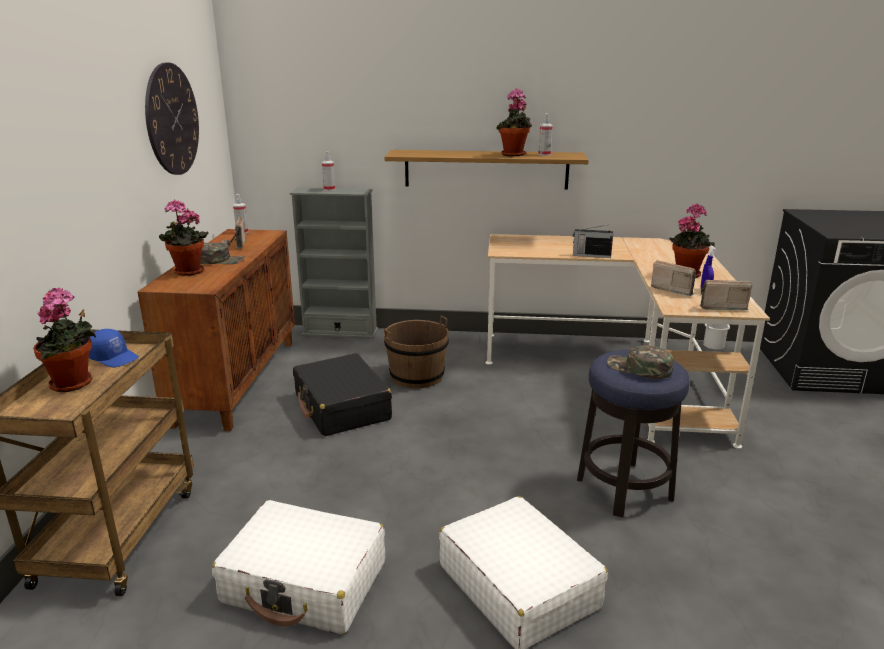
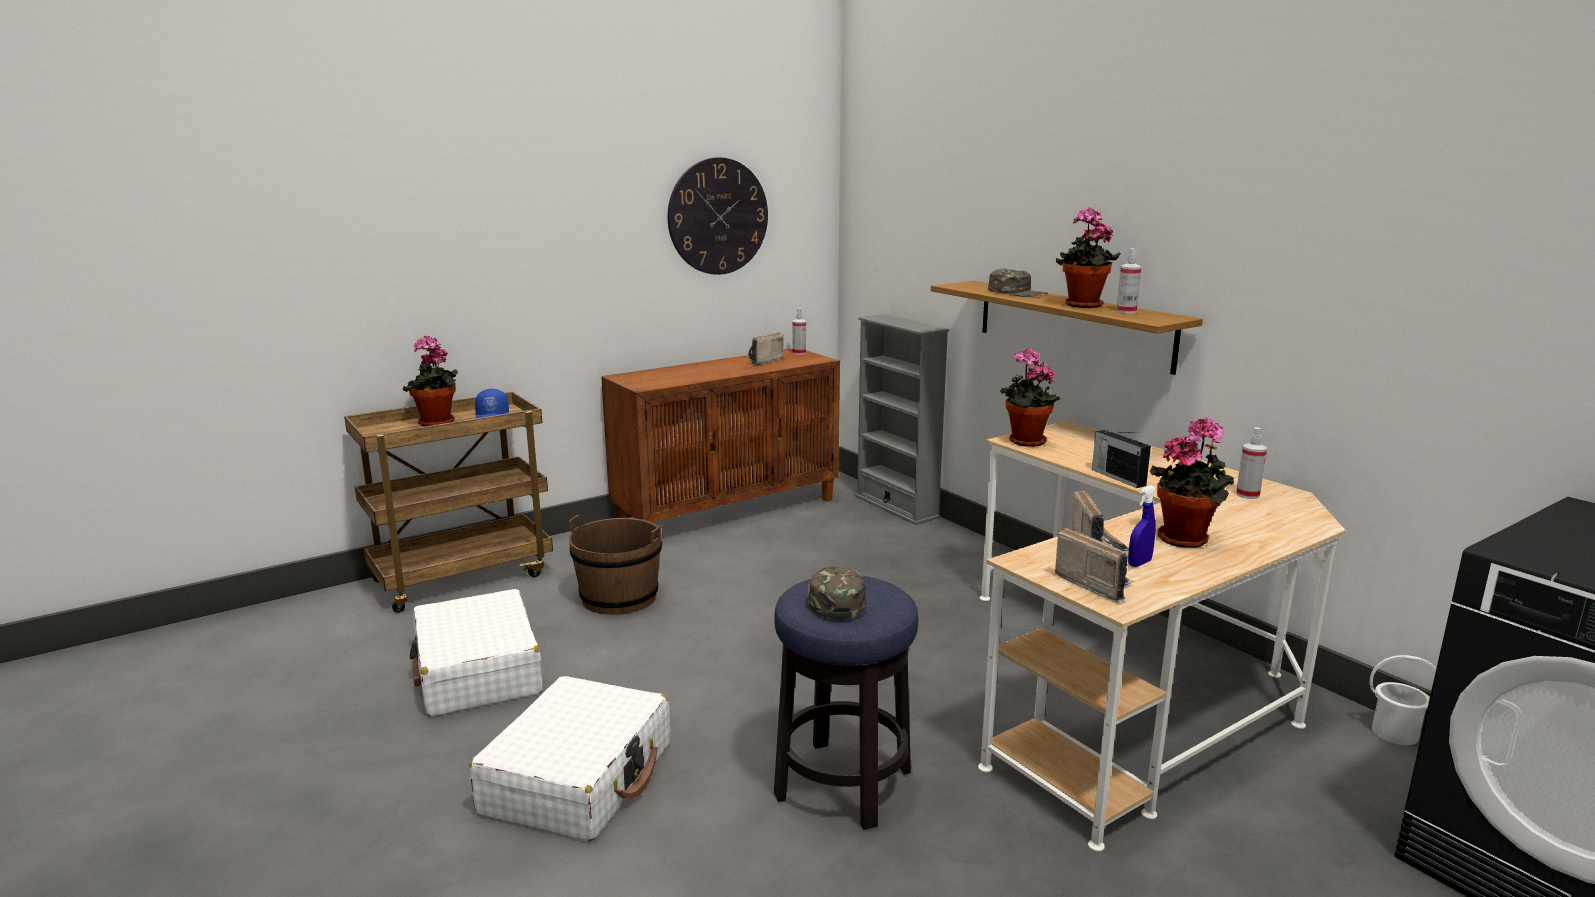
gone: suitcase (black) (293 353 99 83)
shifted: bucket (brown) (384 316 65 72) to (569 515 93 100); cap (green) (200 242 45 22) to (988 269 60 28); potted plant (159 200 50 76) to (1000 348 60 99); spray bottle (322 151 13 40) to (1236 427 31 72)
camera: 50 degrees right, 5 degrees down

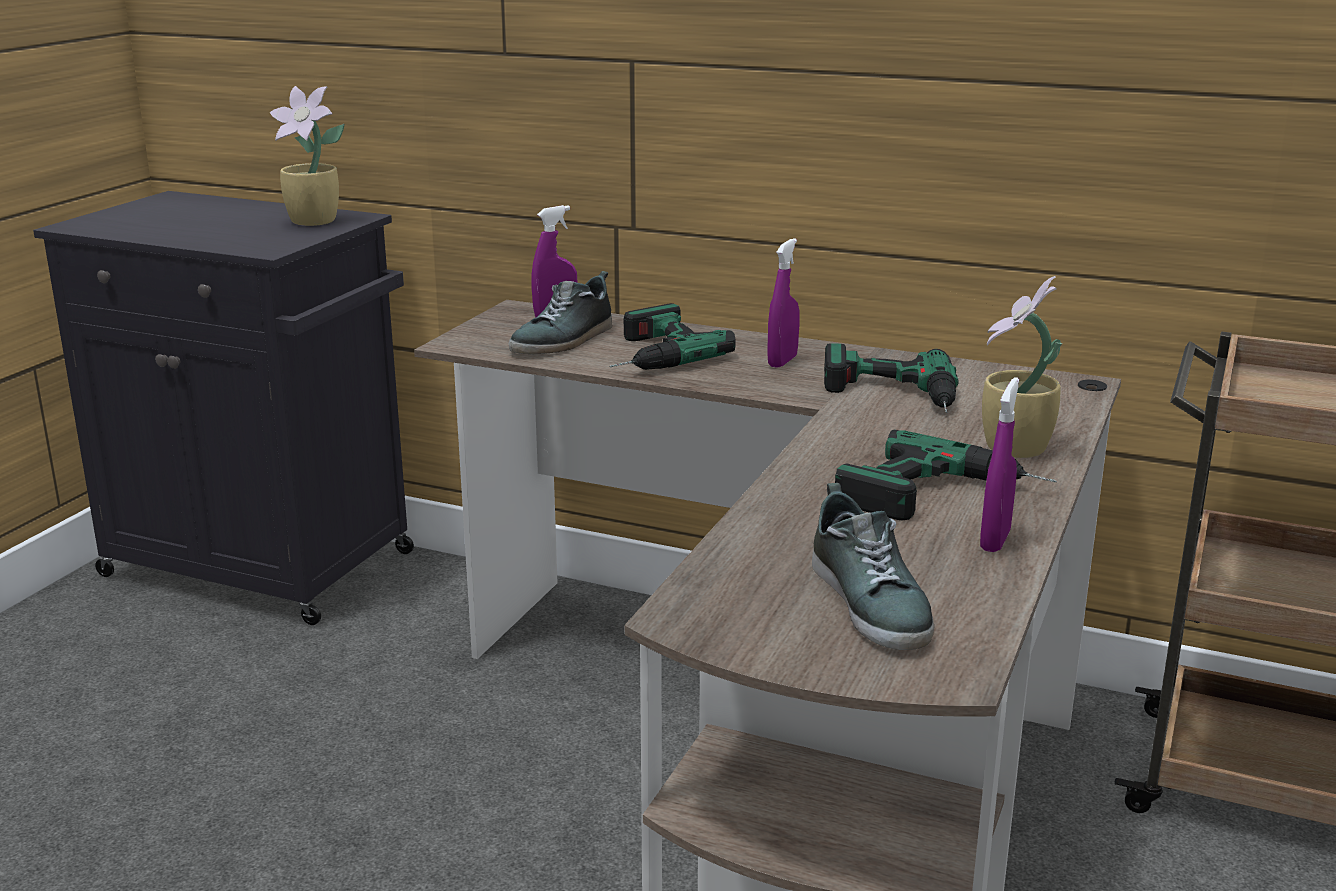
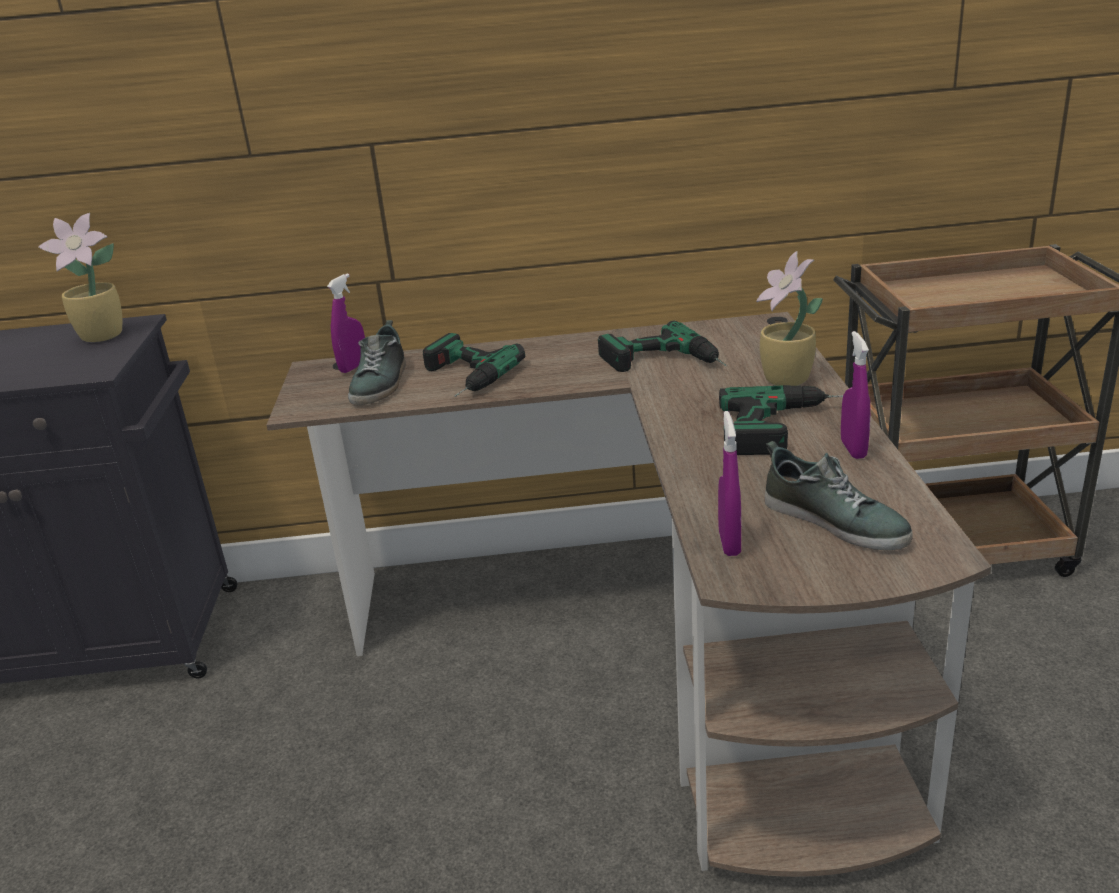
shifted: spray bottle (purple) (767 238 33 130) to (718 411 23 145)
camera: 25 degrees left, 5 degrees up

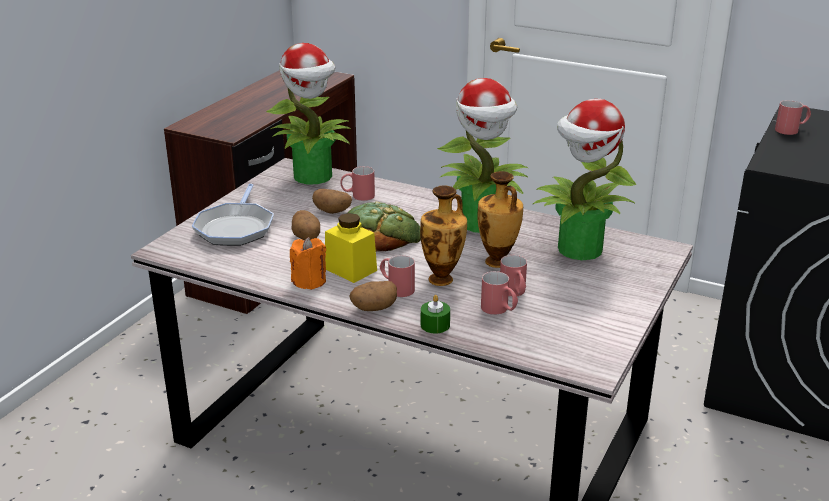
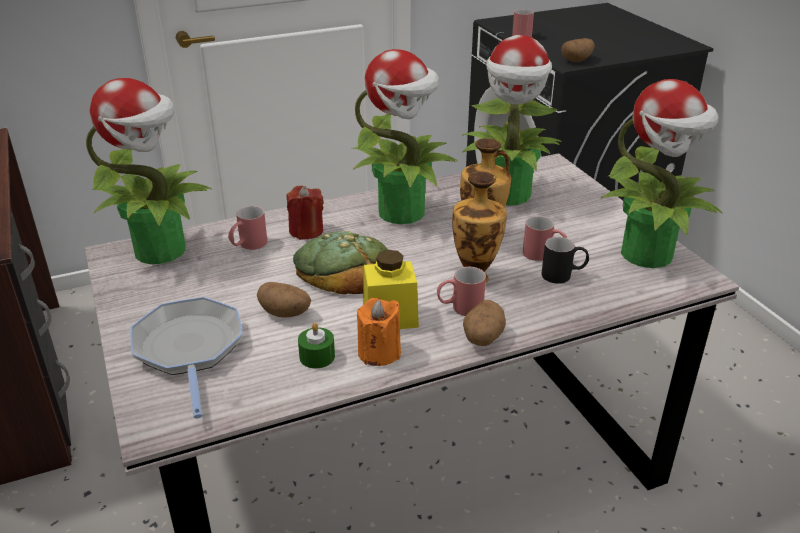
new: candle (red) (287 186 36 54); potted plant (601 79 122 189)
shifted: candle (green) (421 295 29 39) to (298 323 37 45); potato (312 189 40 25) to (561 38 34 24)
repainted: mug (red) (481 271 37 44) to mug (black) (541 237 48 47)
rotated: frying pan (192 184 82 62) = (130 297 113 122) 150 degrees counterclockwise
camera: 50 degrees left, 5 degrees up

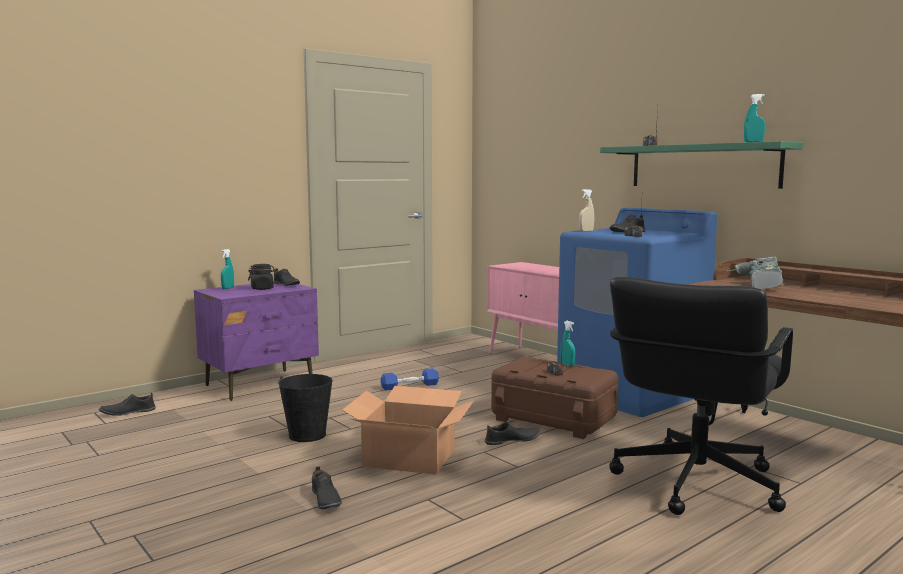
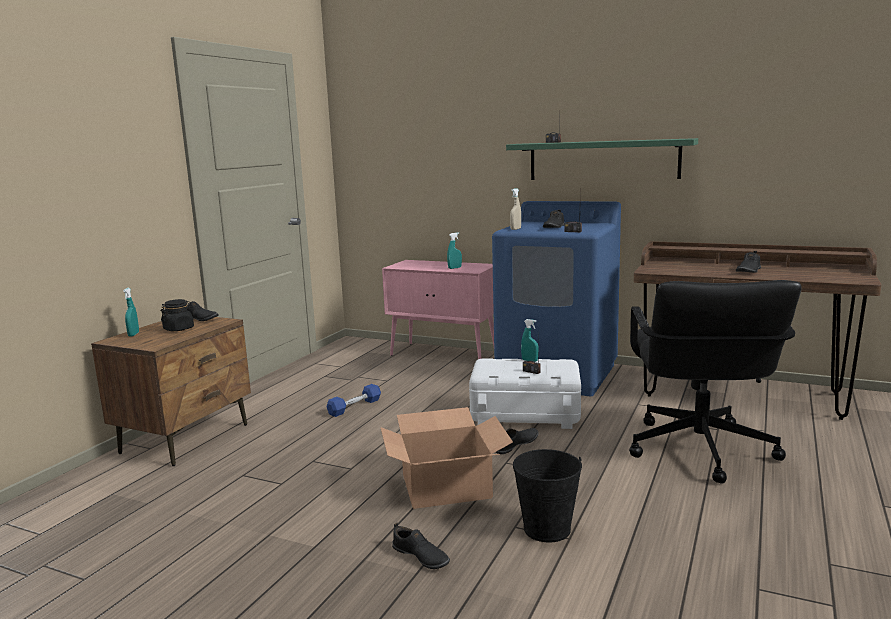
gone: power drill (727 256 56 34)
shifted: spray bottle (turquoise) (744 94 21 48) to (447 233 15 36); bucket (black) (278 374 55 68) to (513 449 69 93); shoe (black) (99 393 57 23) to (736 251 25 22)
repainted: nightstand (purple) (194 282 125 119) to nightstand (brown) (91 317 160 149); storage box (brown) (491 357 127 82) to storage box (white) (469 358 112 71)
camera: 25 degrees left, 5 degrees up

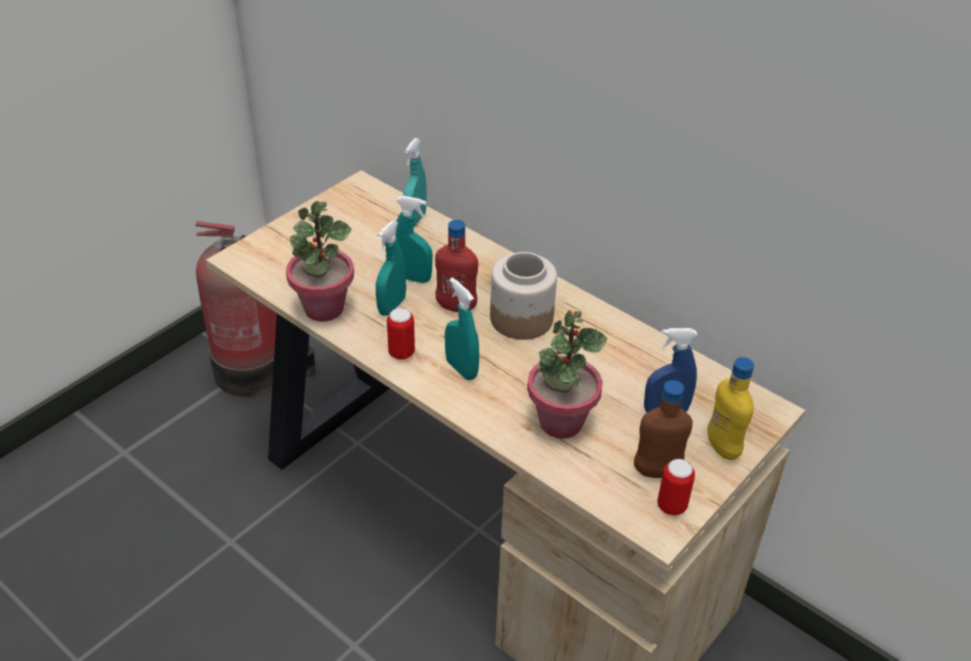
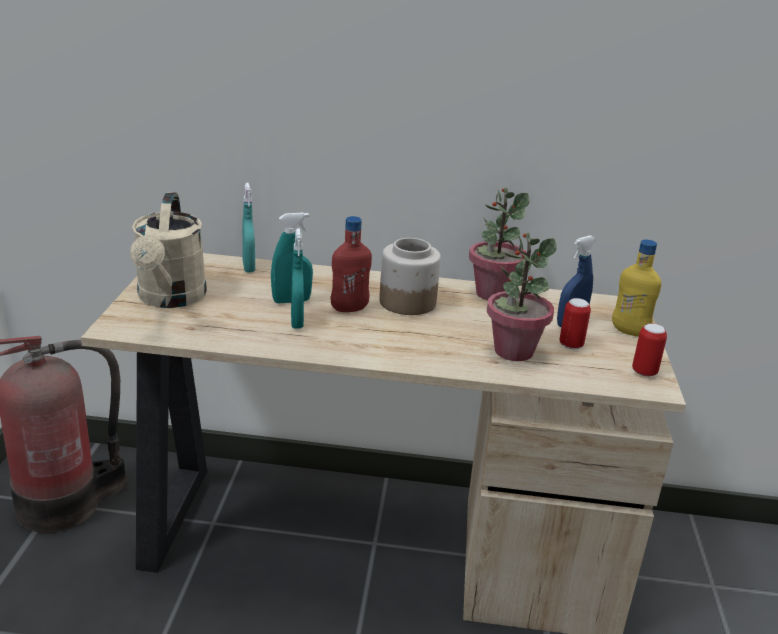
gone: spray bottle (turquoise) (445 278 34 102); bottle (brown) (634 380 59 98)
new: watering can (beige) (130 192 77 116)
shifted: potted plant (286 201 68 120) to (469 188 60 112); can (387 308 28 52) to (559 298 32 51)
camera: 35 degrees left, 15 degrees down

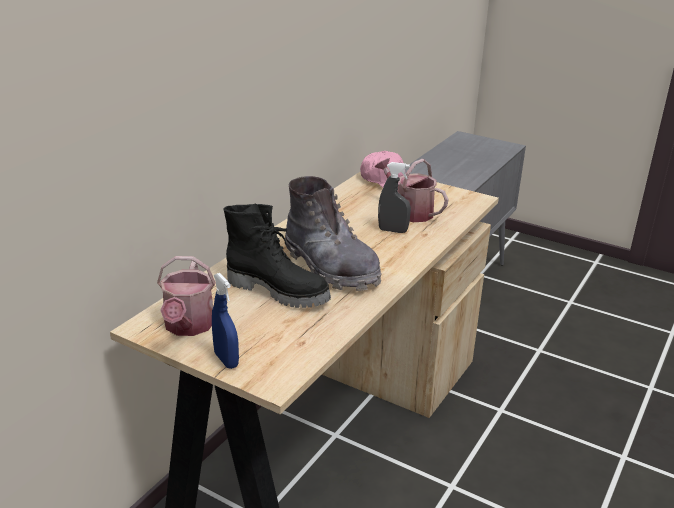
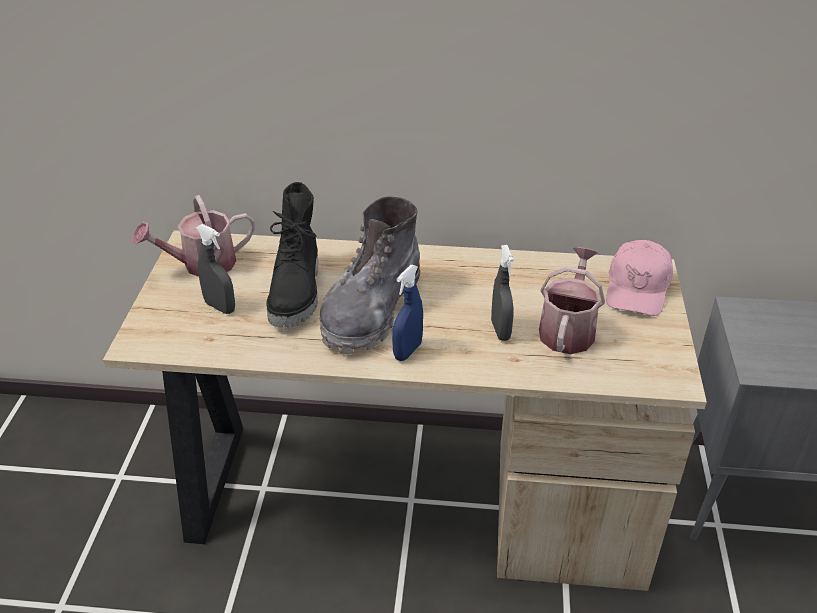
new: spray bottle (grey) (196 224 39 90)
shifted: spray bottle (blue) (212 273 27 96) to (392 265 31 96)
camera: 65 degrees right, 10 degrees up

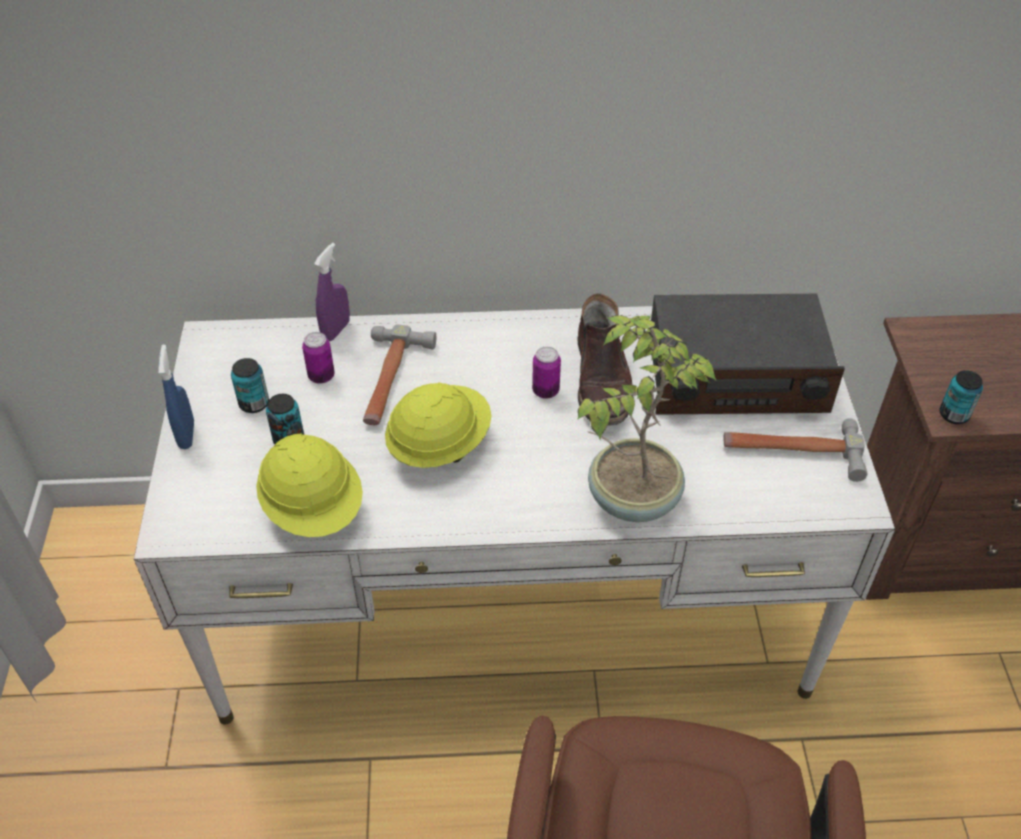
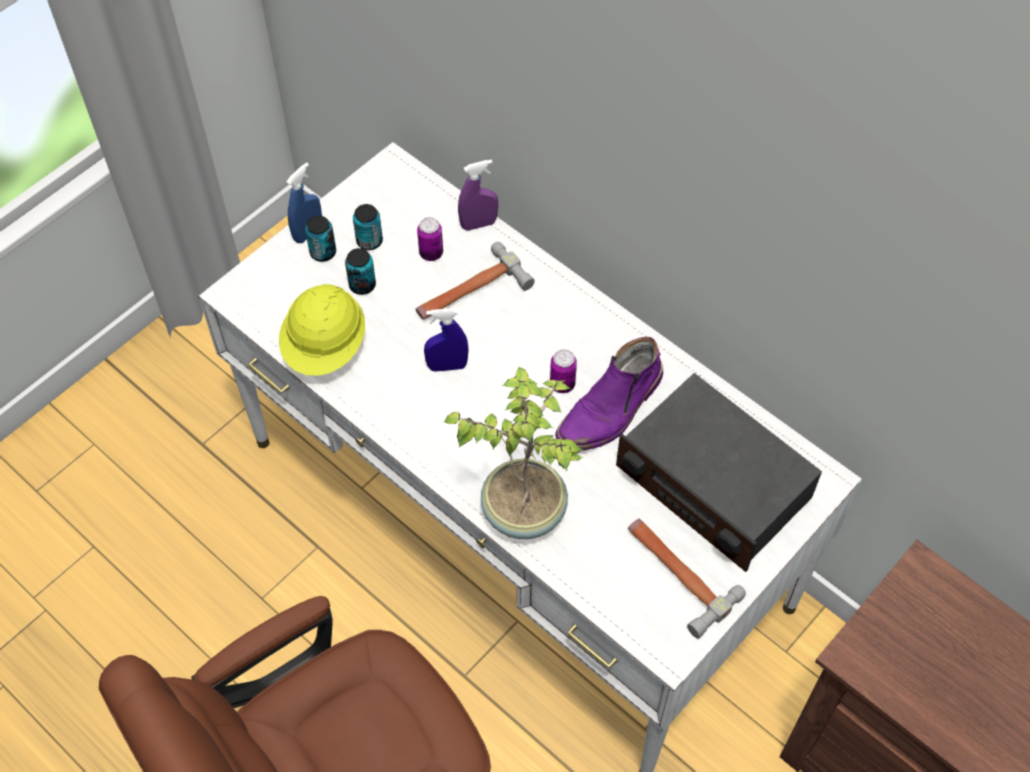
shifted: can (939 370 44 54) to (305 216 31 46)
swapped: hard hat (yellow) (385 382 106 86) to spray bottle (blue) (424 308 45 64)
repainted: boot (brown) (578 293 54 133) to boot (purple) (555 337 108 114)
camera: 45 degrees right, 10 degrees up

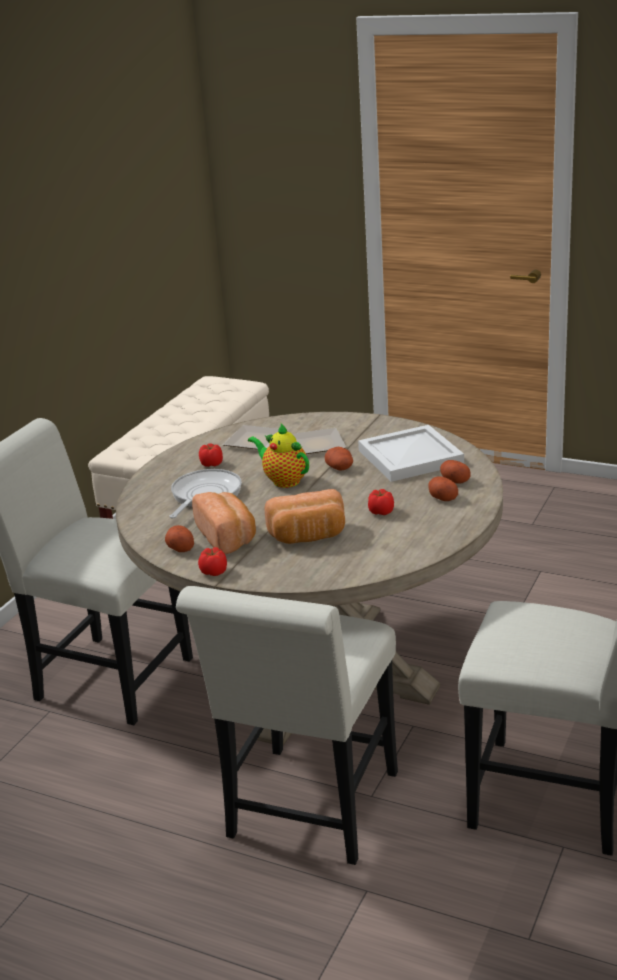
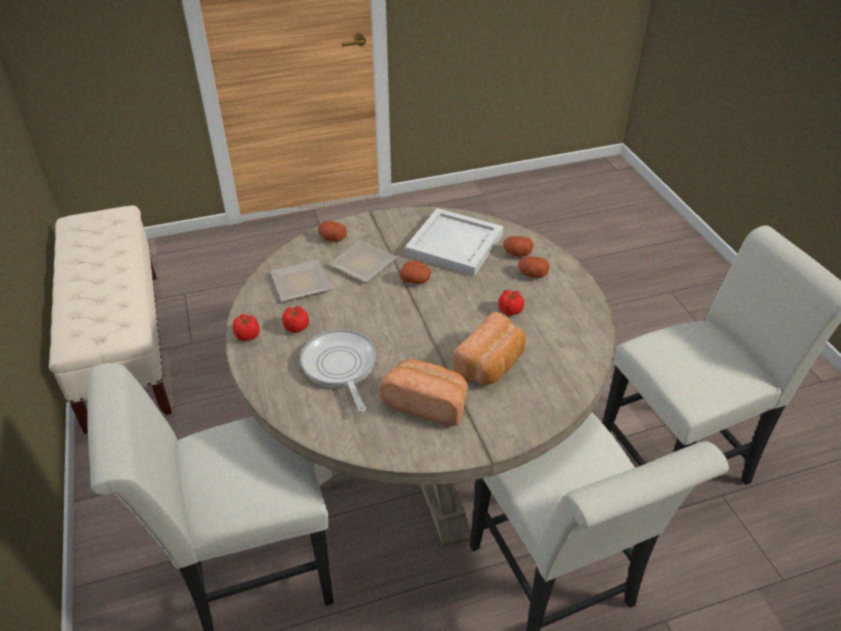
gone: teapot (248 424 61 64)
shifted: tomato (198 547 29 29) to (233 314 26 27); potato (165 525 29 27) to (318 221 29 21)
camera: 45 degrees left, 15 degrees up

